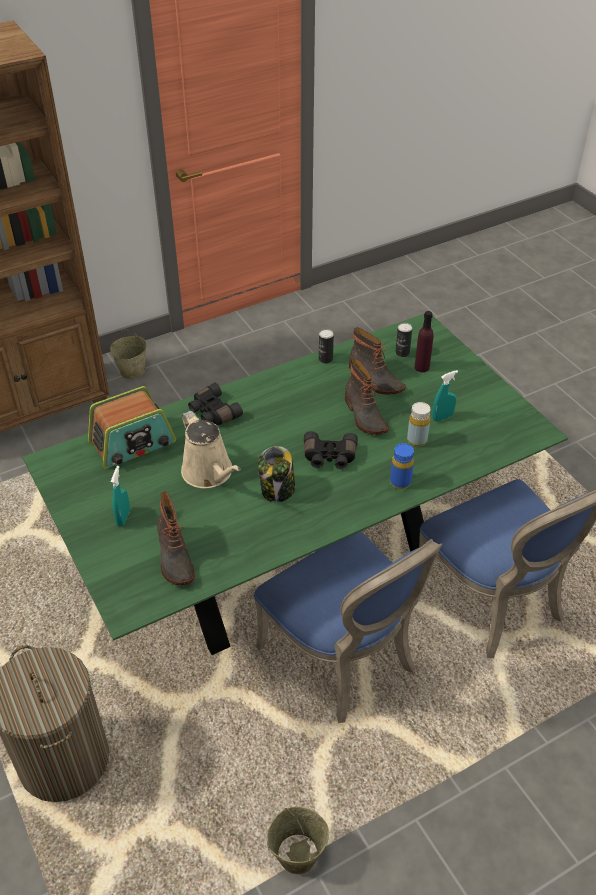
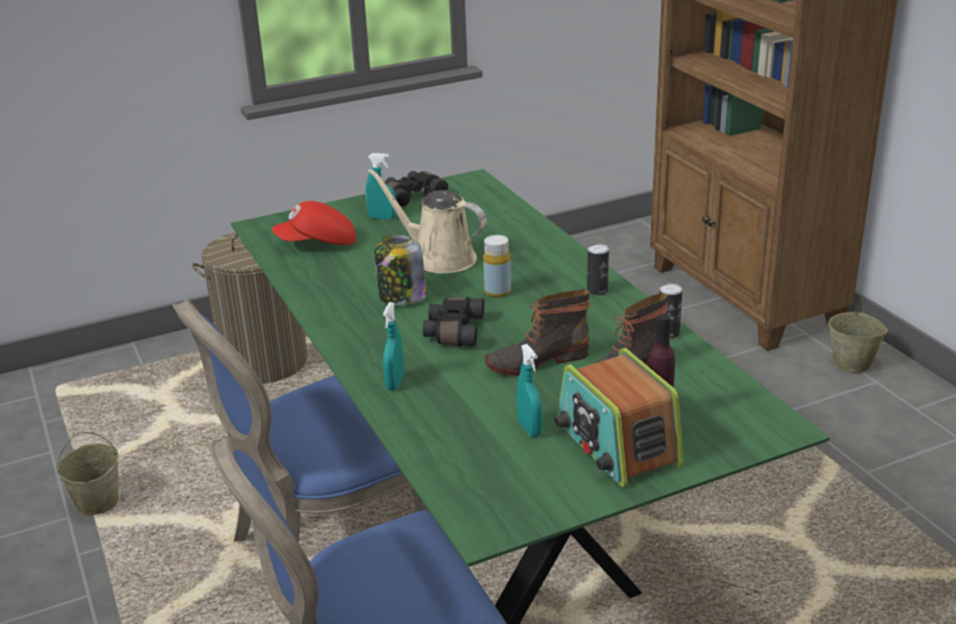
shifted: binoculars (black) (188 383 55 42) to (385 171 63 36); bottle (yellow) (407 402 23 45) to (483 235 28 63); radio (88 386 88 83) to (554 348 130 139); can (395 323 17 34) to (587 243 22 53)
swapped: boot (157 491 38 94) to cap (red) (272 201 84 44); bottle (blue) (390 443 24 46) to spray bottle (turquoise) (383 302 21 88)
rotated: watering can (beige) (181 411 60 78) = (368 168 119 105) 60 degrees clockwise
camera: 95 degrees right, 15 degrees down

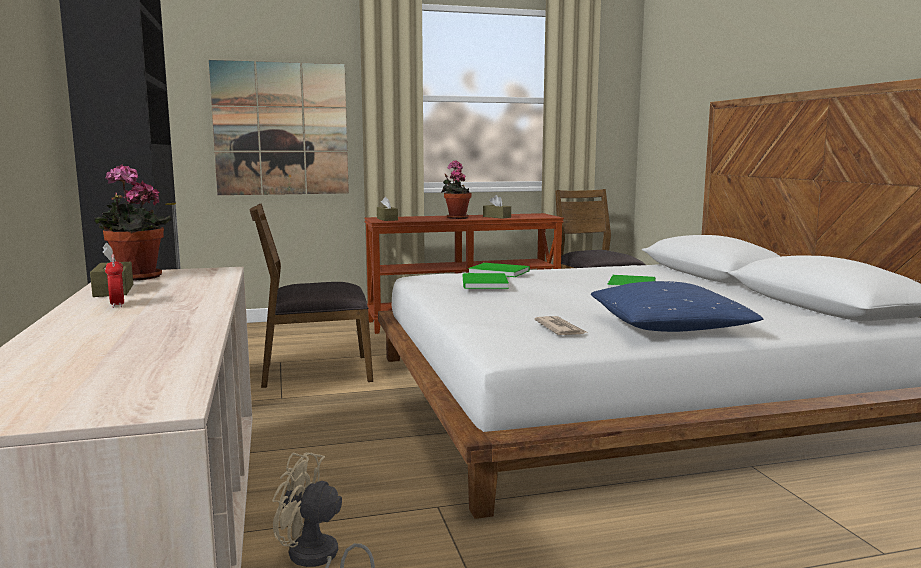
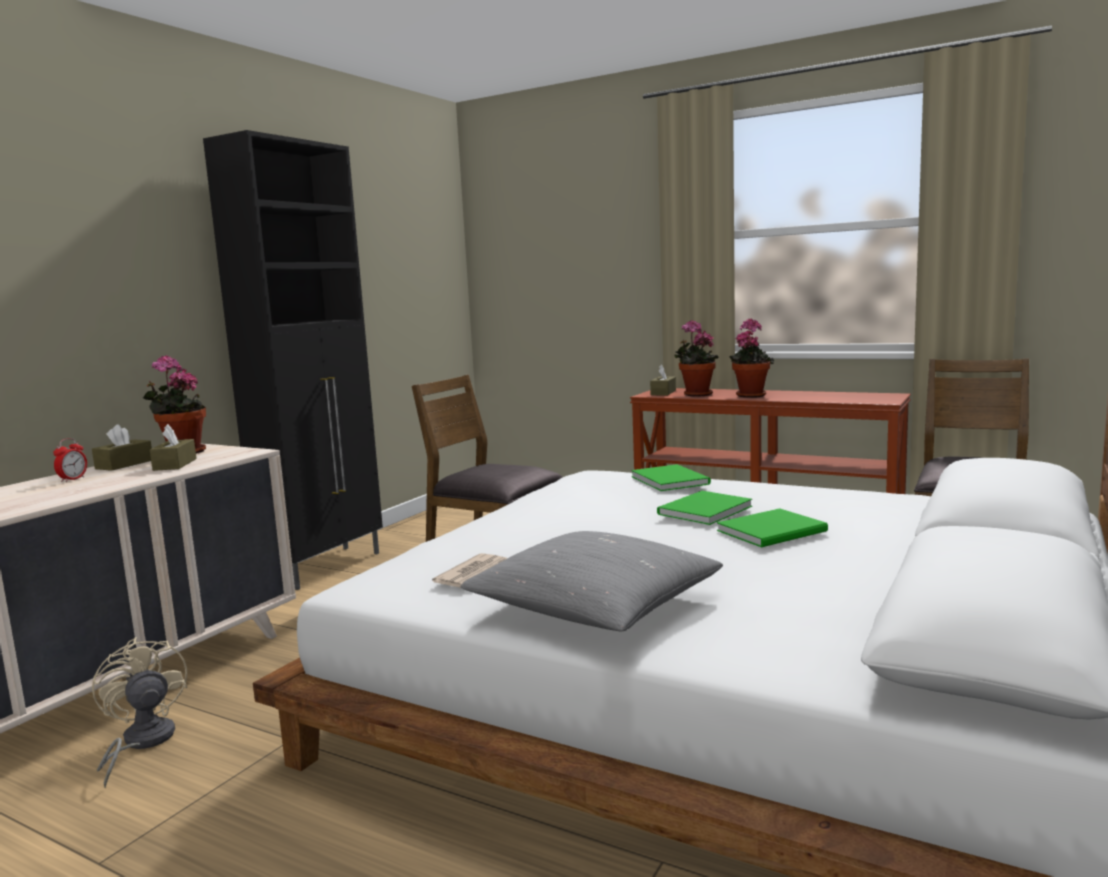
gone: picture (209 60 140 135)
new: potted plant (674 320 45 76)
shifted: tissue box (brown) (483 195 28 24) to (150 424 47 47); book (green) (463 273 46 16) to (657 491 95 34)
repainted: pillow (blue) (591 281 172 51) to pillow (grey) (460 531 263 100)
camera: 45 degrees right, 0 degrees up

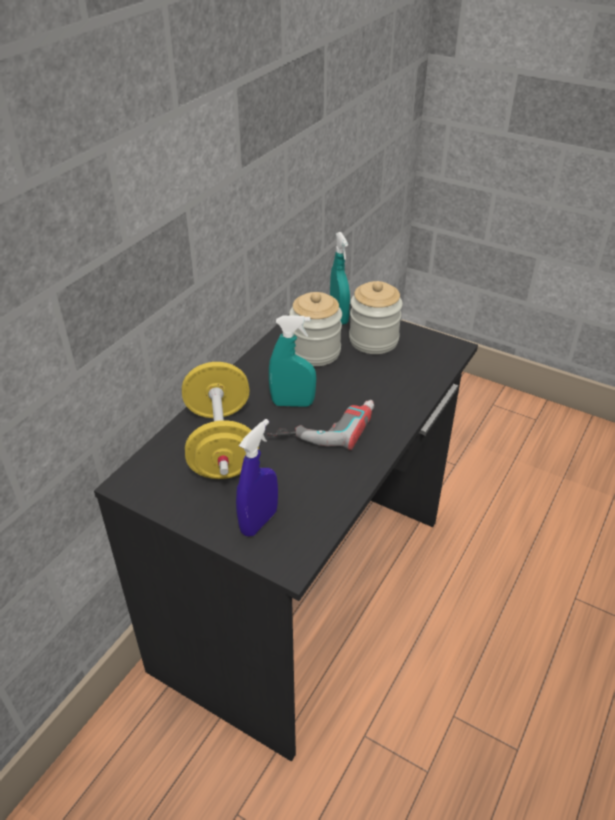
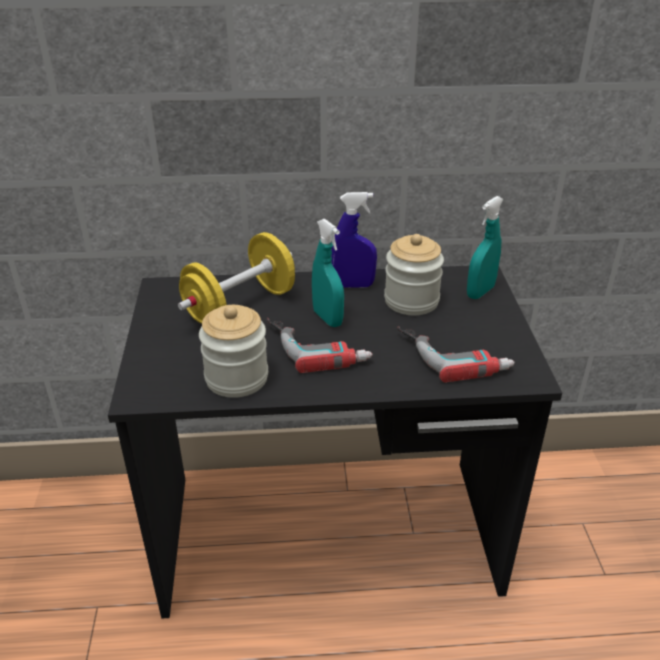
new: power drill (397 326 118 57)
shifted: jar (349 281 54 73) to (199 305 69 93); spray bottle (blue) (236 419 42 118) to (331 192 46 96)
camera: 55 degrees right, 5 degrees down

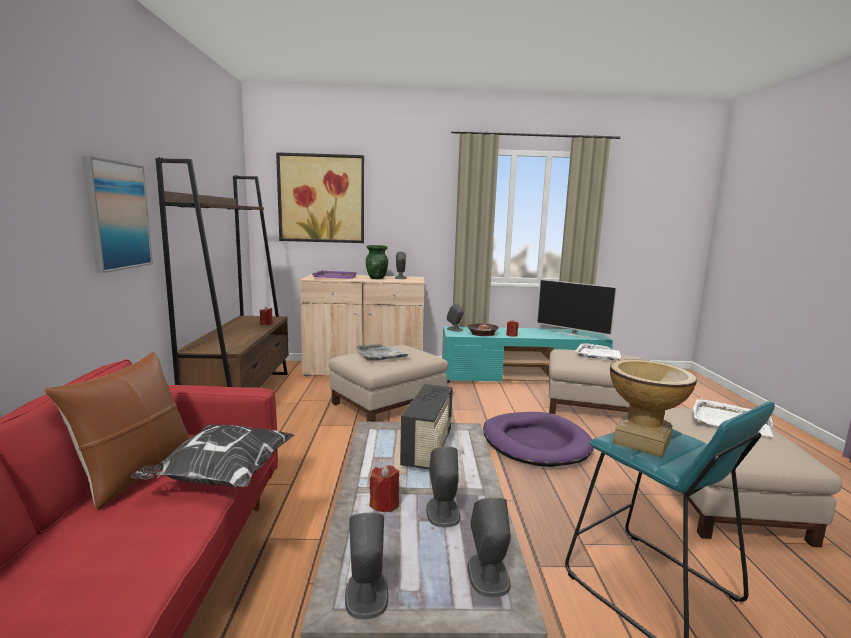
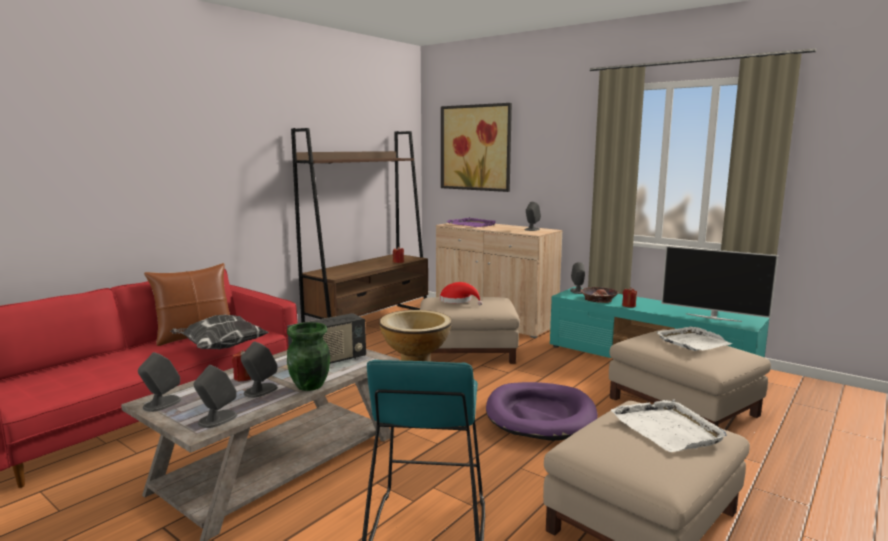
gone: picture (82 156 71 117)
shifted: vase (green) (366 245 22 34) to (287 322 43 69)
swapped: tray (grey) (356 344 52 17) to hat (red) (439 282 43 23)
rotated: television (537 279 80 59) = (661 246 117 76) 45 degrees counterclockwise
camera: 40 degrees right, 0 degrees up

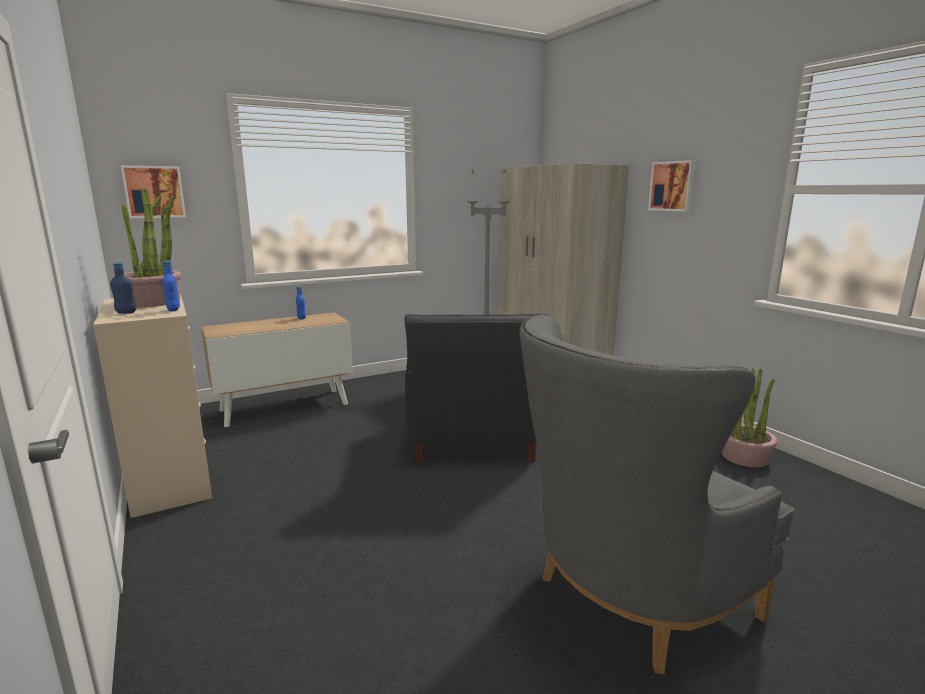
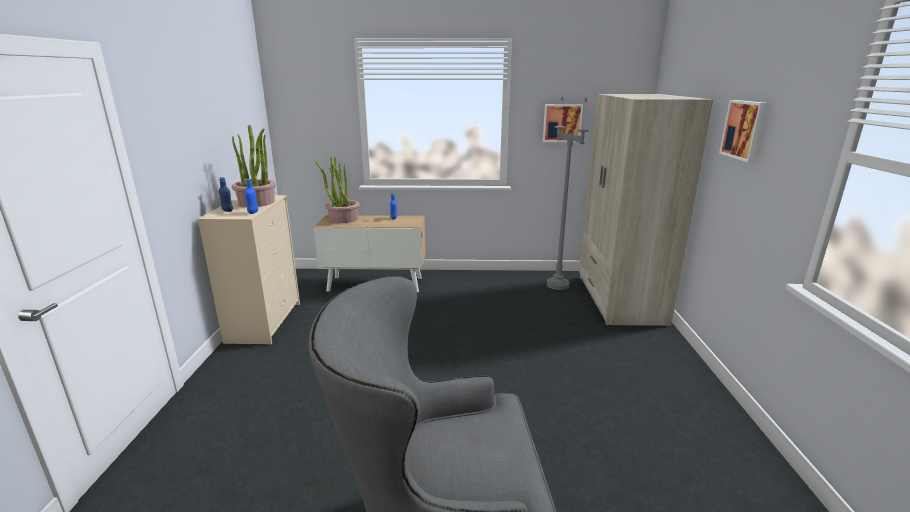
gone: armchair (black) (404 314 144 149)
shifted: potted plant (722 368 56 99) to (315 157 45 66); picture (121 165 65 53) to (543 104 40 38)
camera: 30 degrees right, 5 degrees up

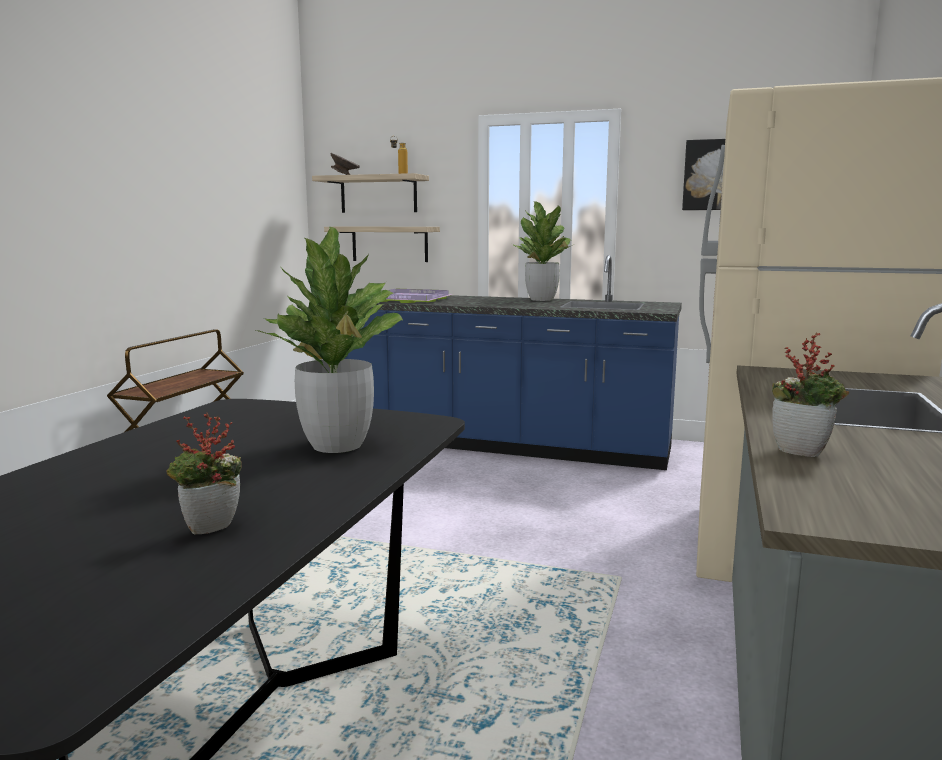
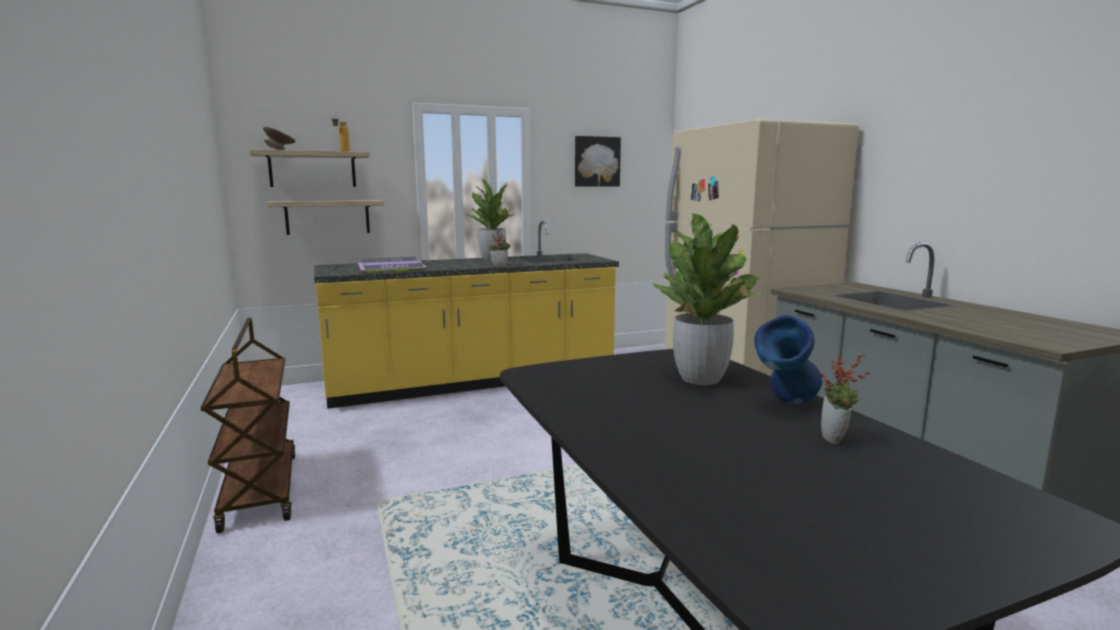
new: vase (blue) (754 315 69 89)
shifted: potted plant (772 332 77 125) to (490 230 21 36)
repainted: counter (blue) (345 255 337 215) to counter (yellow) (314 221 305 188)
camera: 40 degrees left, 0 degrees up

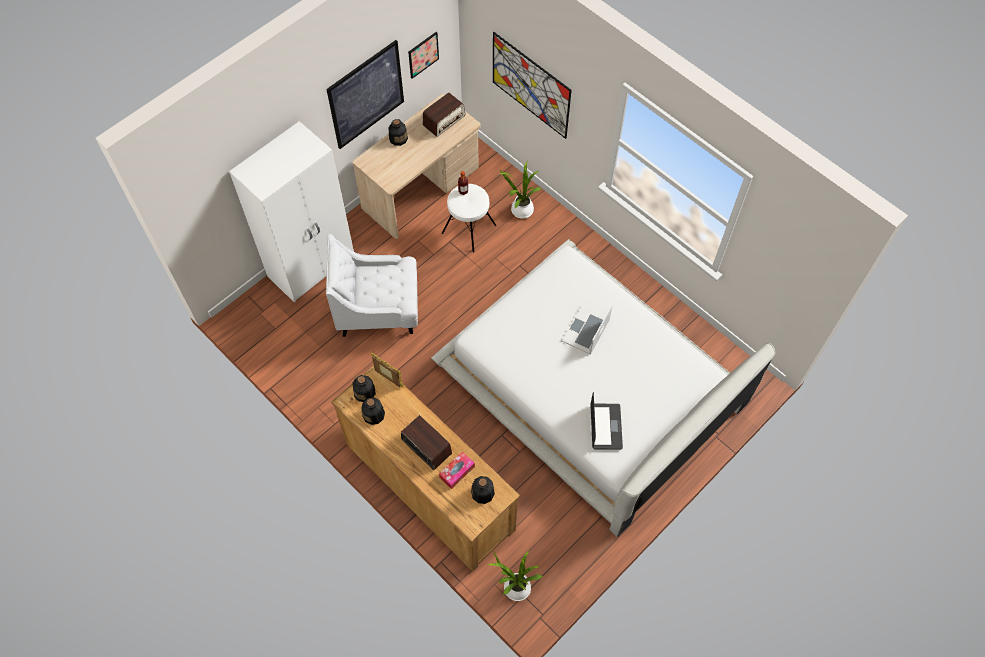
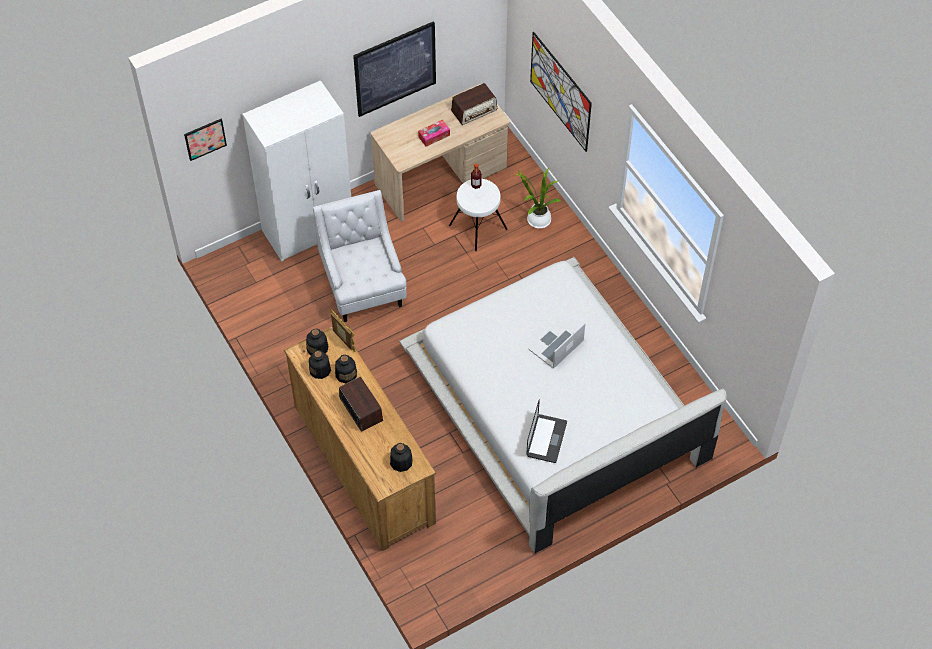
gone: potted plant (486 550 57 51)
shifted: picture (408 32 31 47) to (184 119 43 42); bottle (389 119 19 27) to (335 355 22 28); tissue box (439 451 36 38) to (418 120 32 27)
rotated: armchair (white) (326 234 92 103) = (313 190 94 132) 60 degrees clockwise
camera: 15 degrees right, 5 degrees down

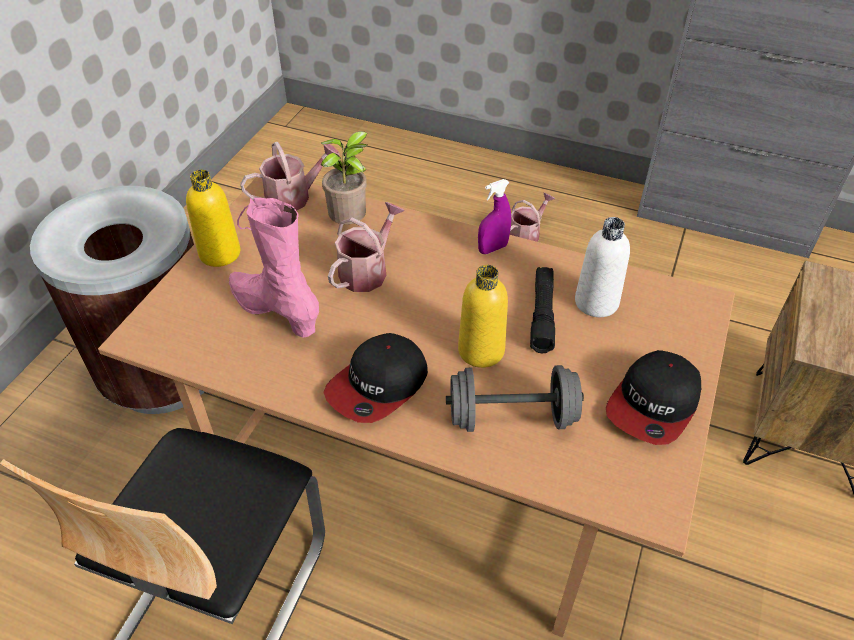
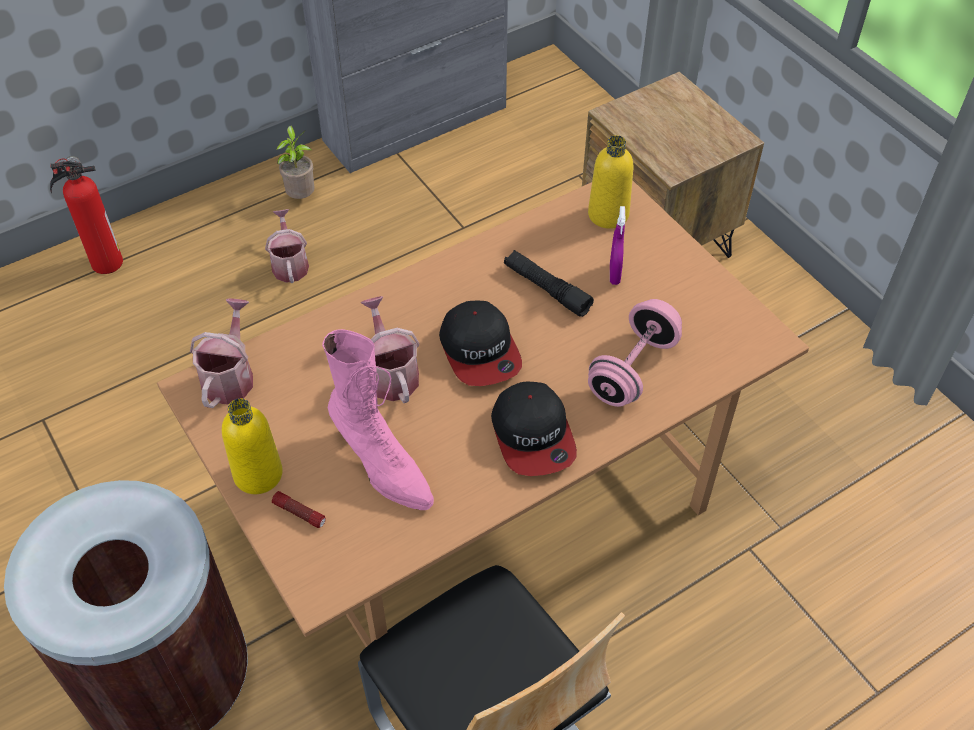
gone: bottle (white) (575 217 55 100)
new: fire extinguisher (50 156 73 118); flashlight (272 491 54 37)
shifted: potted plant (321 131 47 94) to (276 126 39 73); cap (606 350 95 95) to (439 301 83 85); bottle (yellow) (458 265 50 103) to (588 135 45 94); spray bottle (purple) (478 179 33 75) to (610 206 15 79)
repainted: dumbbell (grey) (446 365 138 67) to dumbbell (pink) (588 299 94 108)
rotated: boot (pink) (229 198 90 140) = (322 329 112 181) 120 degrees counterclockwise
camera: 55 degrees left, 5 degrees up

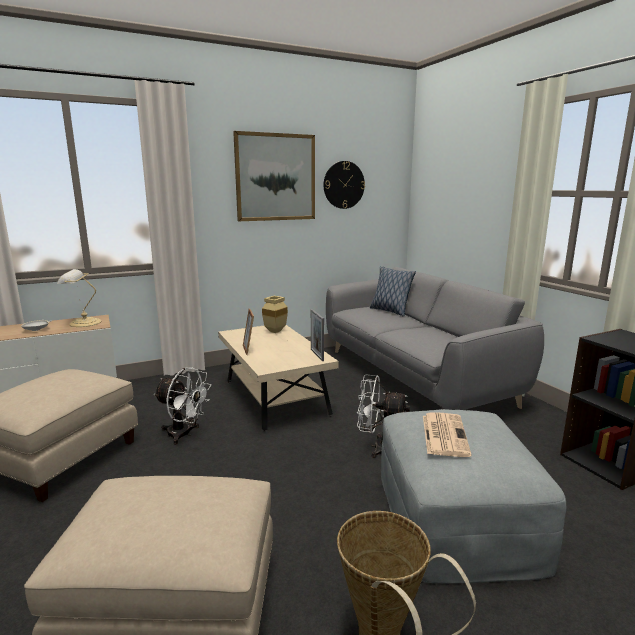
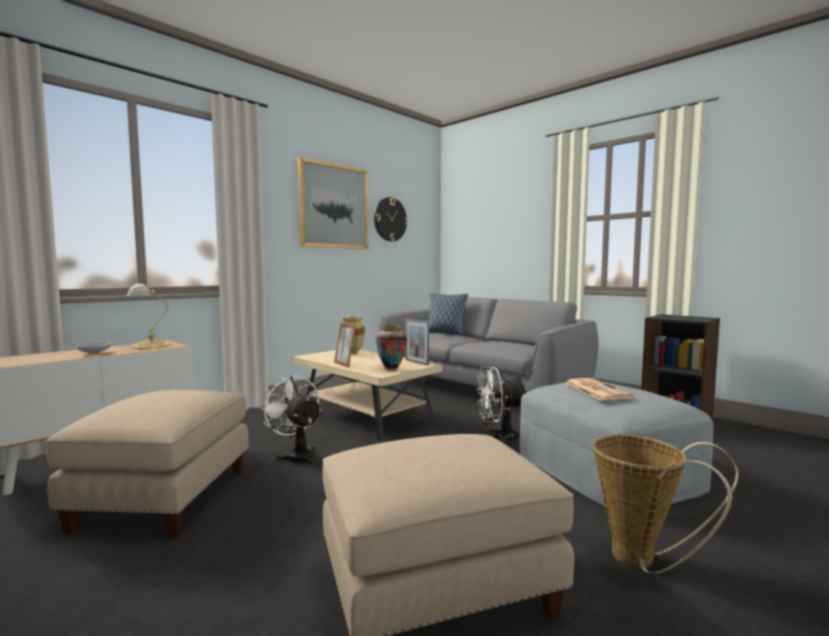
new: vase (376 326 31 44)
rotated: fan (white) (154 367 57 77) = (259 375 62 91) 135 degrees counterclockwise
camera: 20 degrees left, 10 degrees down

